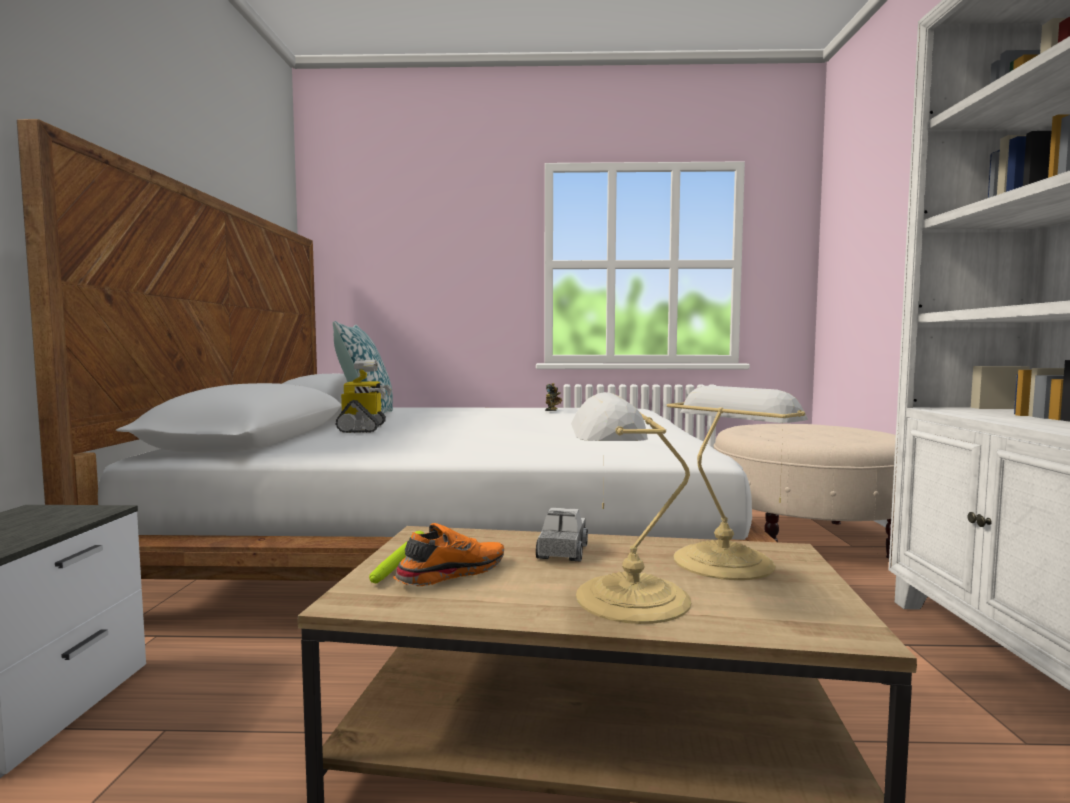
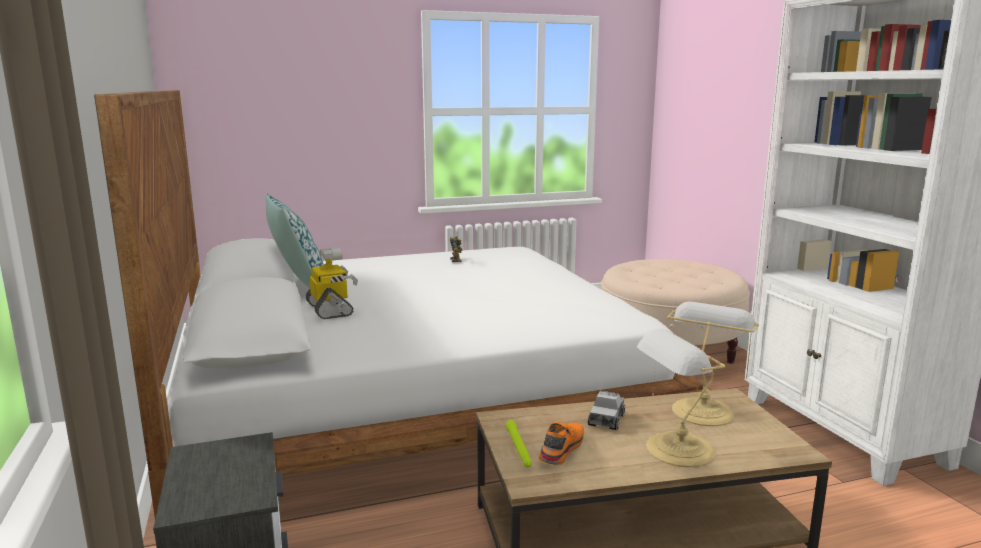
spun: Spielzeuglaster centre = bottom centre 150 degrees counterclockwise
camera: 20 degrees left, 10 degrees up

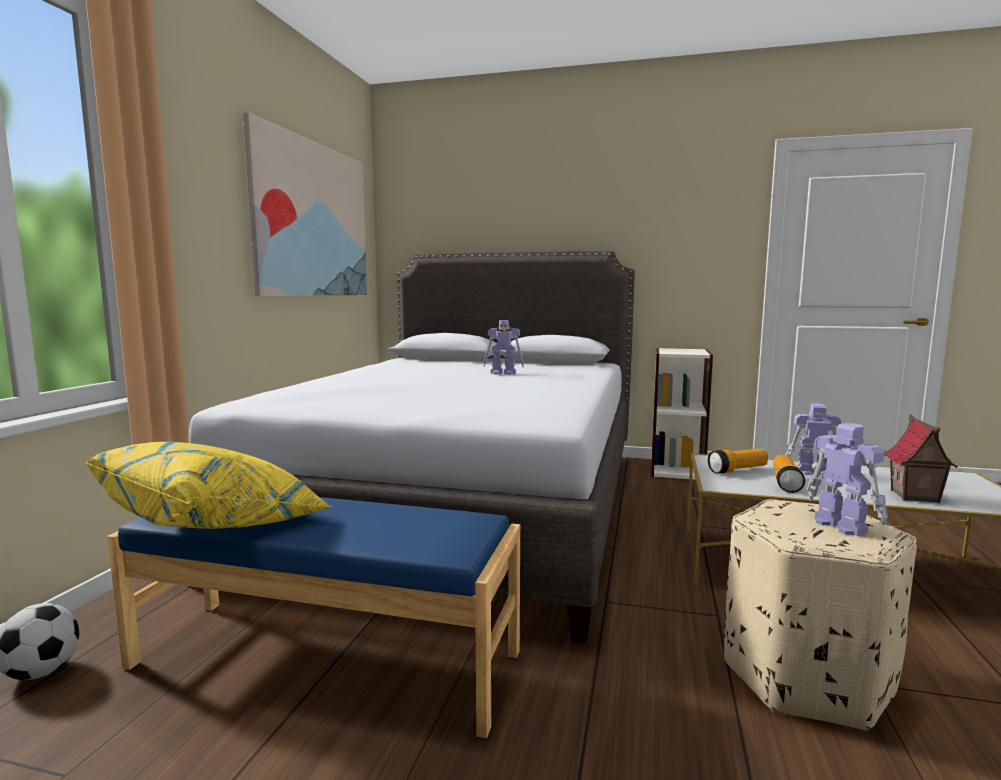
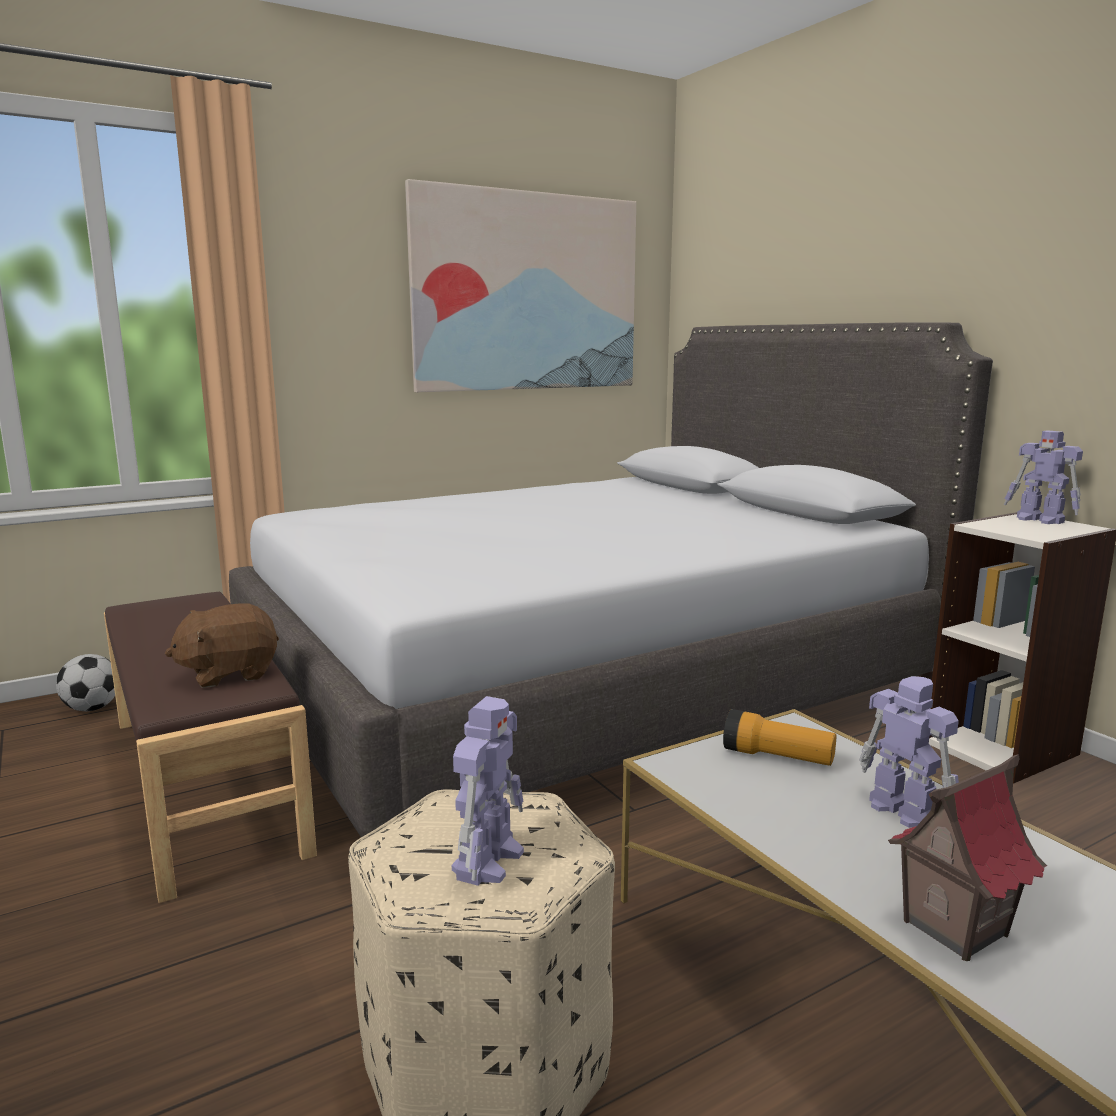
missing: Kissen [gelb] middle left; Taschenlampe (no. 2 from left) middle right
appeared: Plüschtier [braun] middle left
relocated: Spielzeugroboter (no. 1 from left in the first image) centre to Spielzeugroboter (no. 3 from left) middle right
colour: Bank [blau] bottom left to Bank [braun] bottom left
camera: 45 degrees right, 5 degrees up

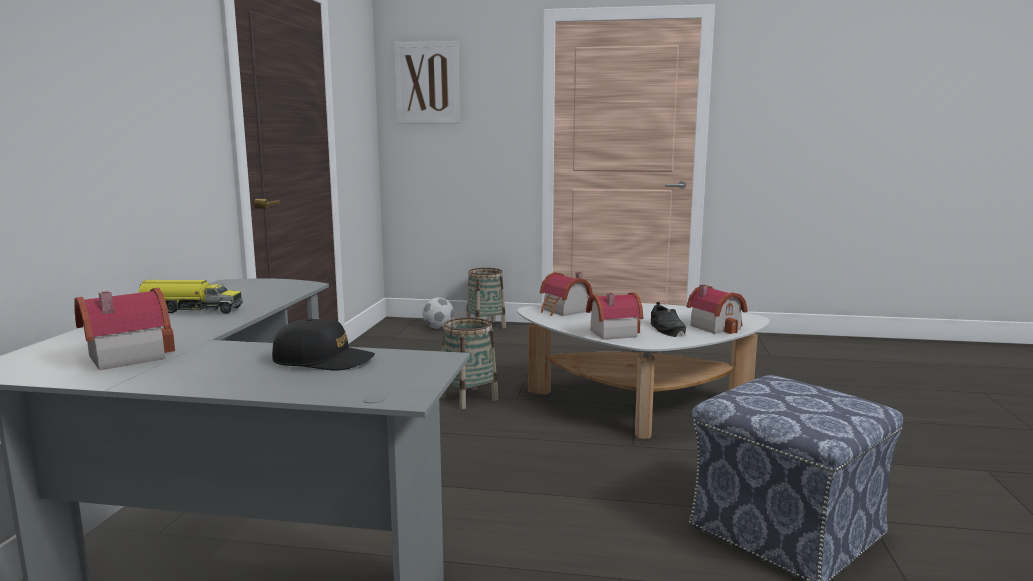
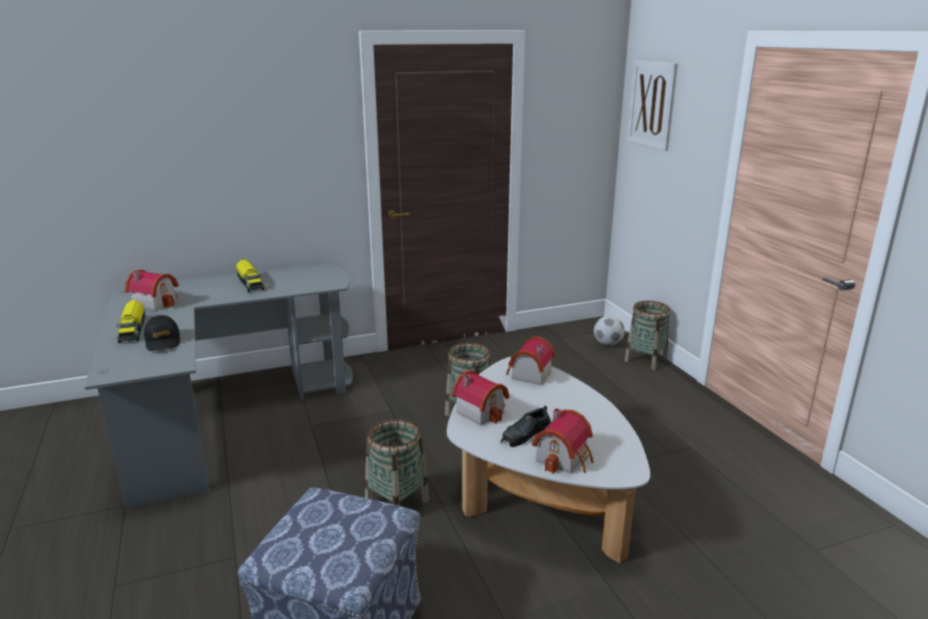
appeared: Spielzeuglaster (no. 1 from left) middle left; Korb (no. 1 from left) bottom centre
camera: 60 degrees right, 10 degrees up

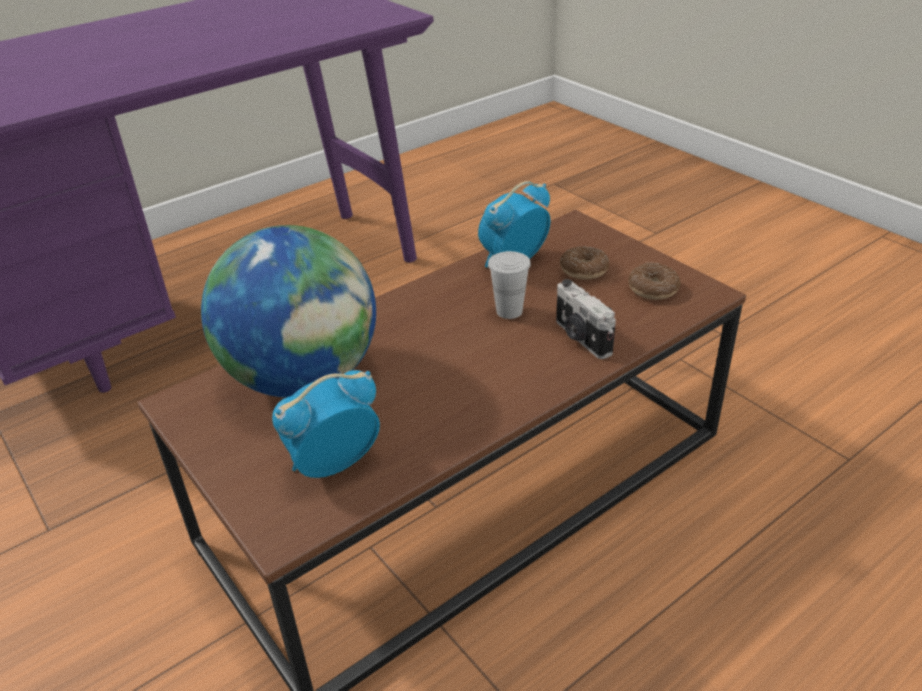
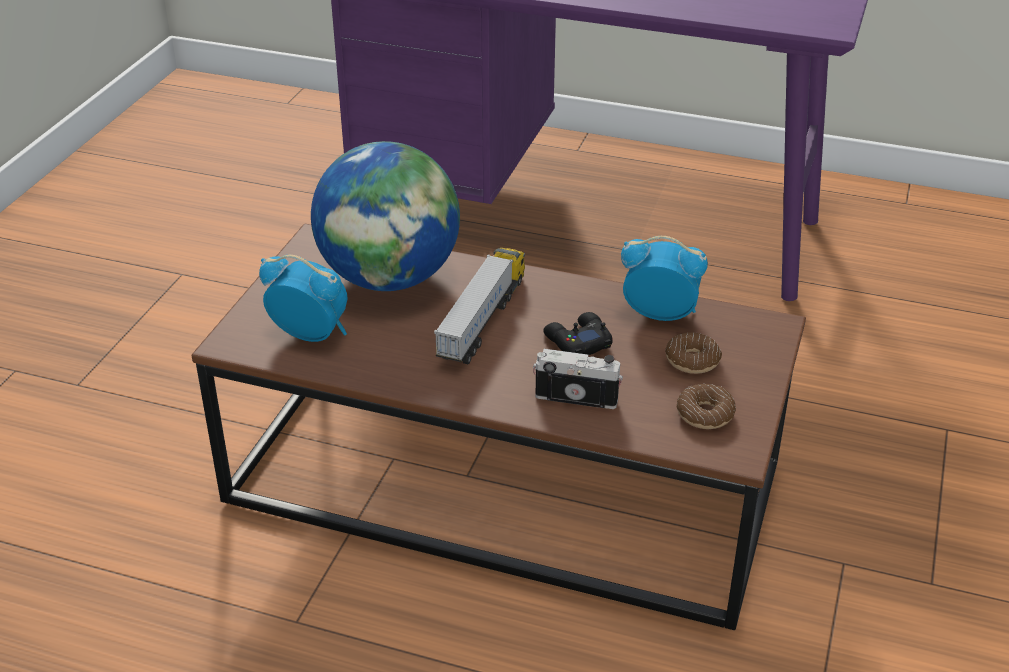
appeared: Spielzeuglaster centre
exchanged: Tasse [weiß] centre to Gamepad [schwarz] centre
spun: Kamera centre = centre 75 degrees clockwise
camera: 55 degrees right, 0 degrees up

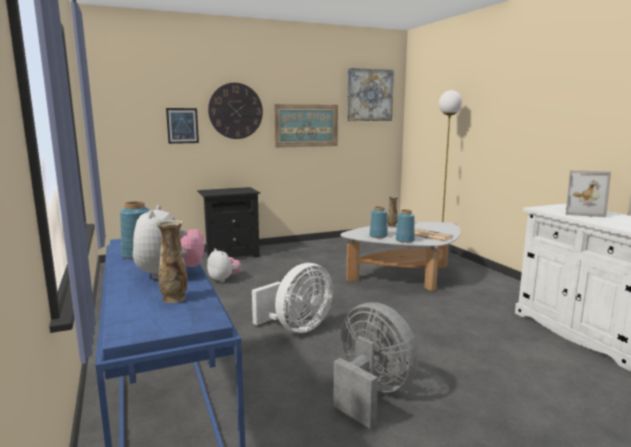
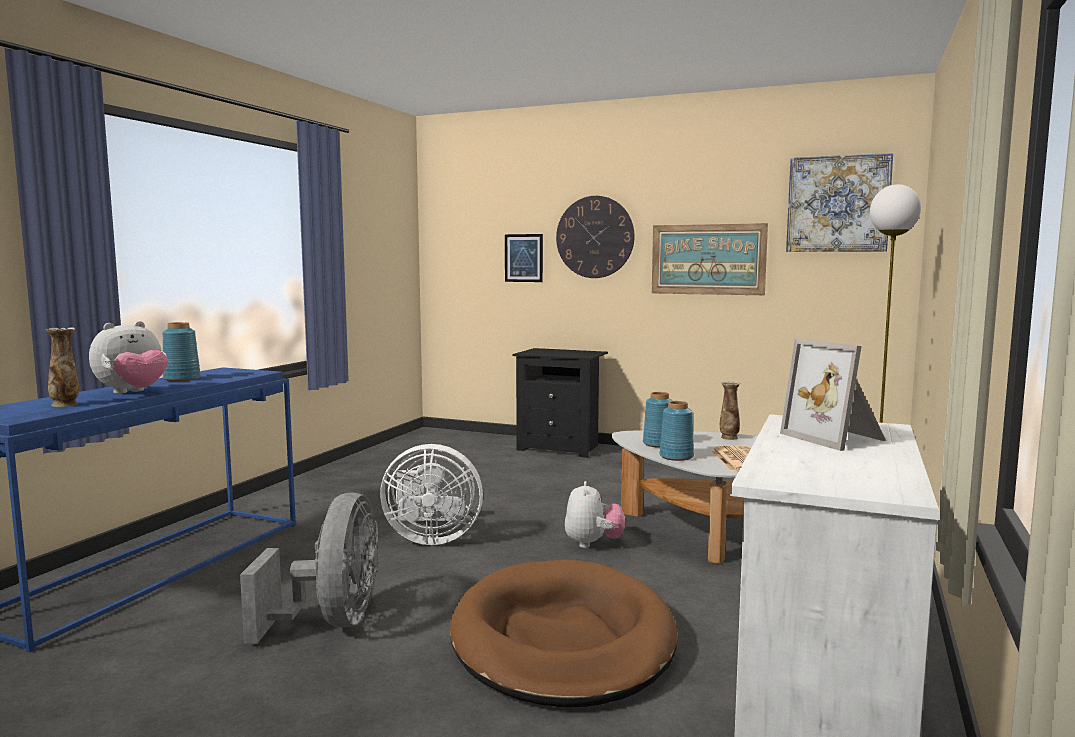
appeared: Hundebett [braun] bottom centre
relocated: Plüschtier (no. 2 from left) centre to bottom centre
camera: 45 degrees right, 5 degrees down

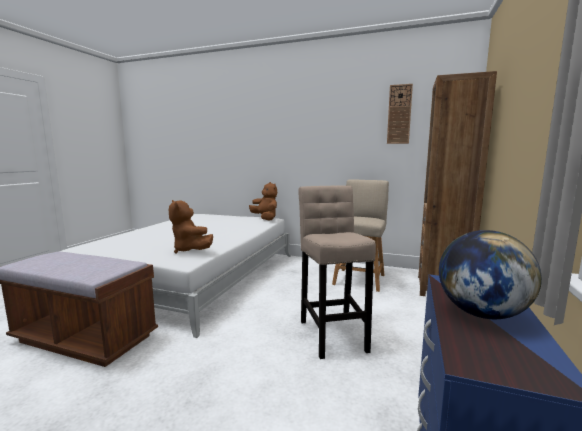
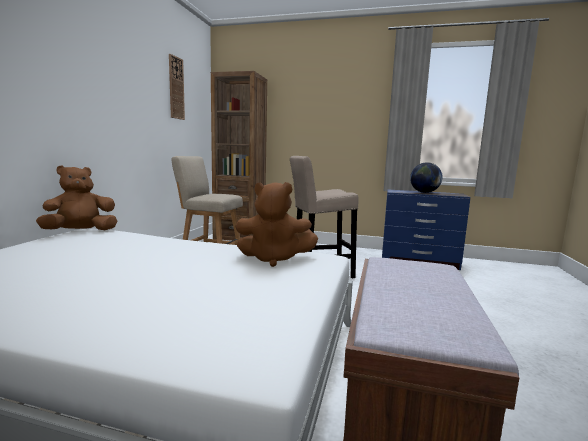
spun: Plüschtier [braun] (no. 1 from left in the first image) middle left = centre 45 degrees clockwise
camera: 95 degrees left, 0 degrees up

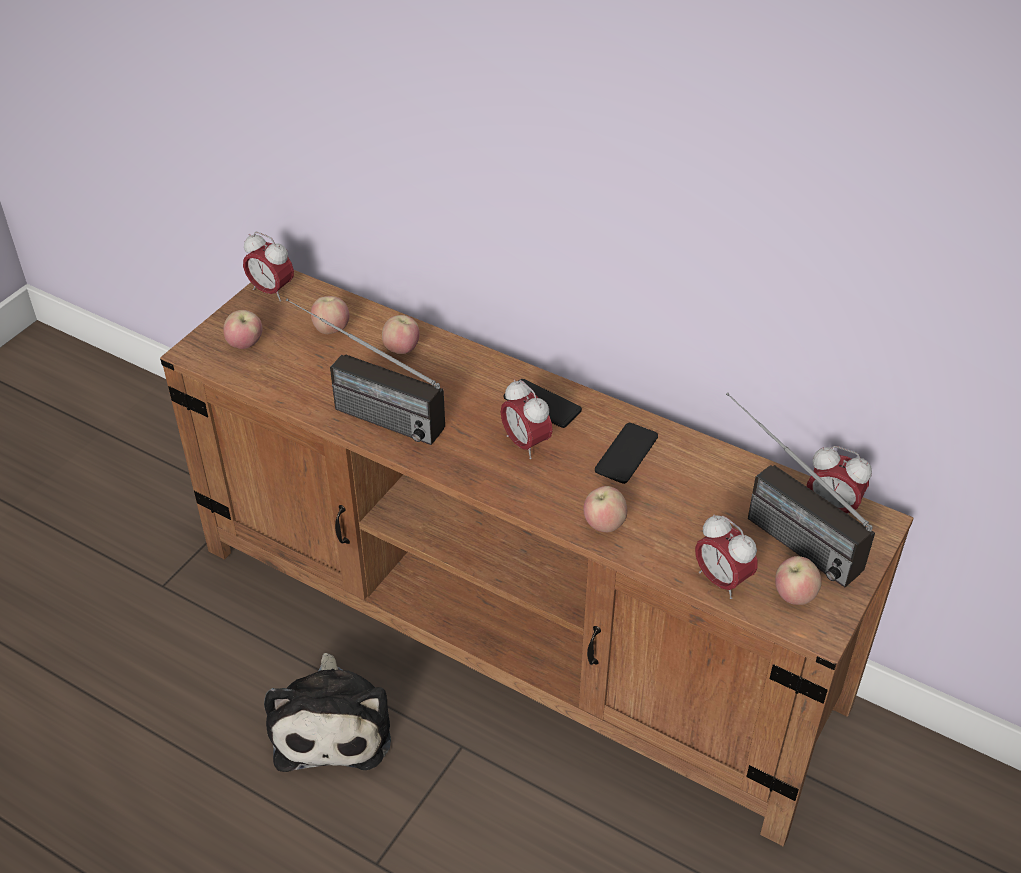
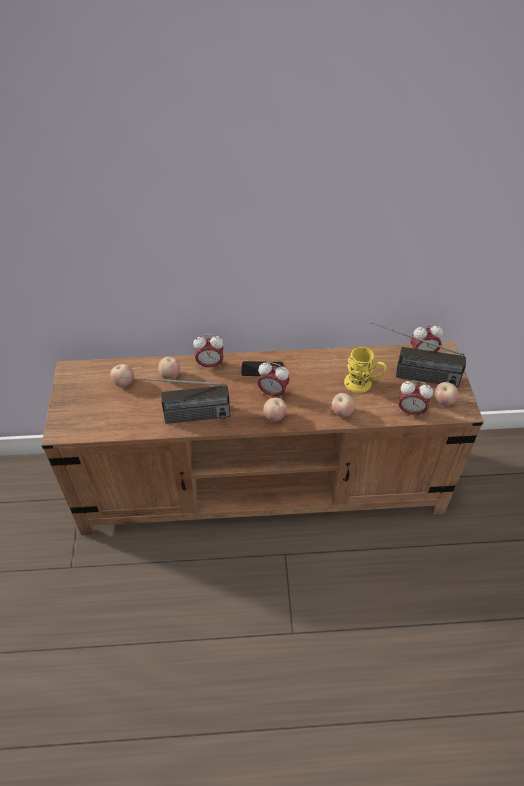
missing: Plüschtier bottom left; Handy (no. 2 from left) centre
appeared: Henkelbecher [gelb] middle right
relocated: Apfel (no. 1 from left in the first image) middle left to Apfel (no. 3 from left) centre; Wecker (no. 1 from left) top left to centre
camera: 35 degrees left, 5 degrees up

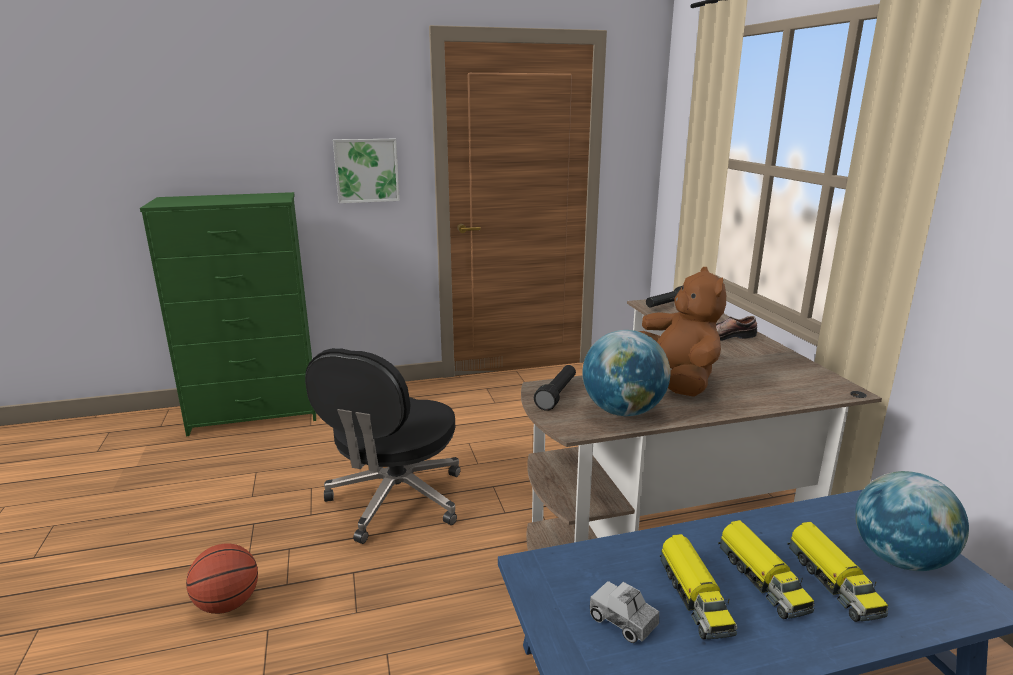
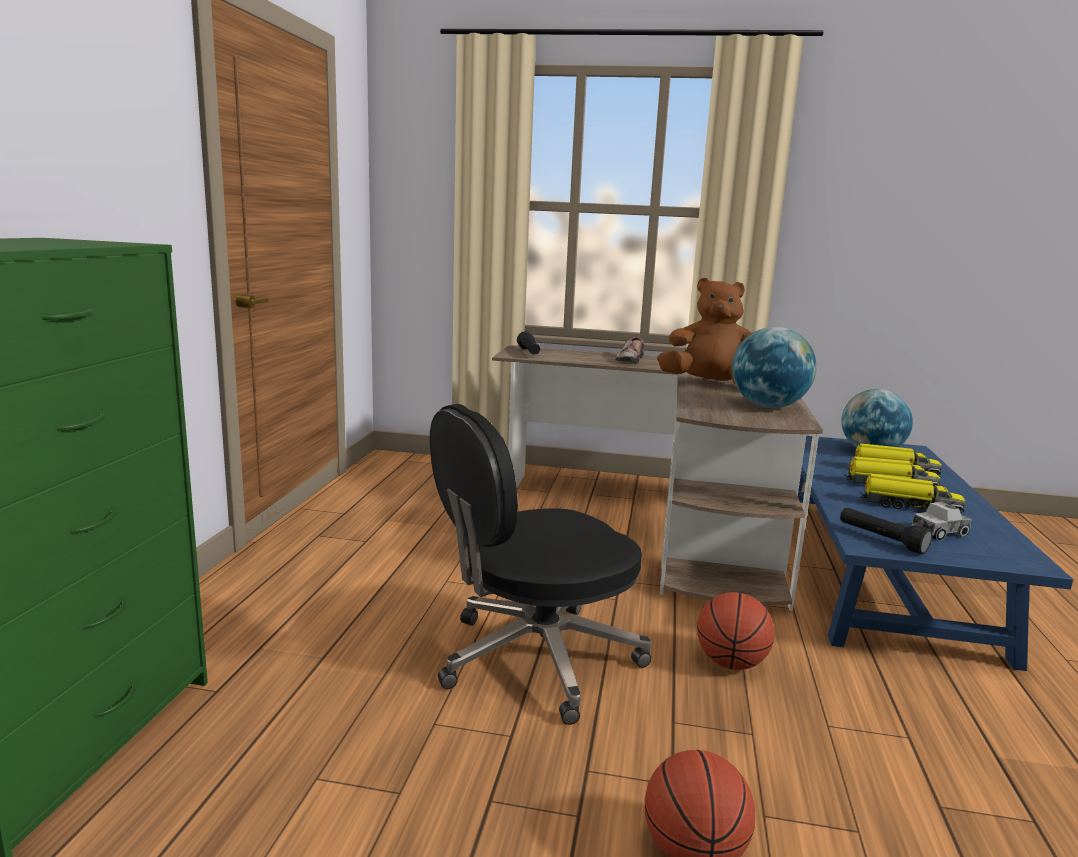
missing: Bild top centre
appeared: Basketball (no. 2 from left) bottom right
relocated: Taschenlampe [schwarz] (no. 1 from left in the first image) centre to Taschenlampe [schwarz] (no. 2 from left) middle right
spun: Bürostuhl [schwarz] centre = centre 105 degrees clockwise
camera: 65 degrees left, 5 degrees down

